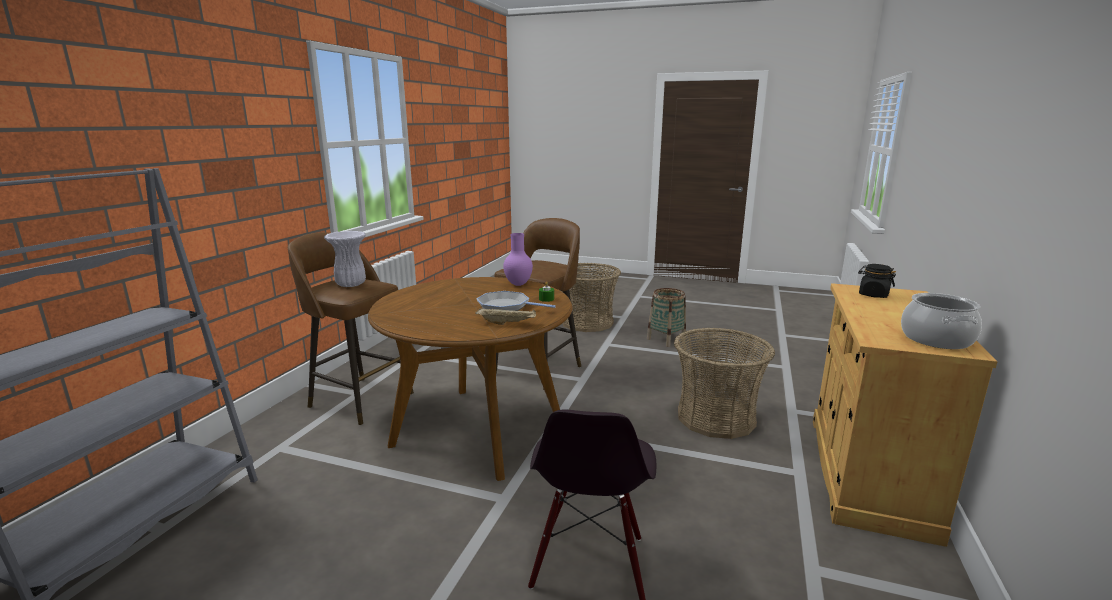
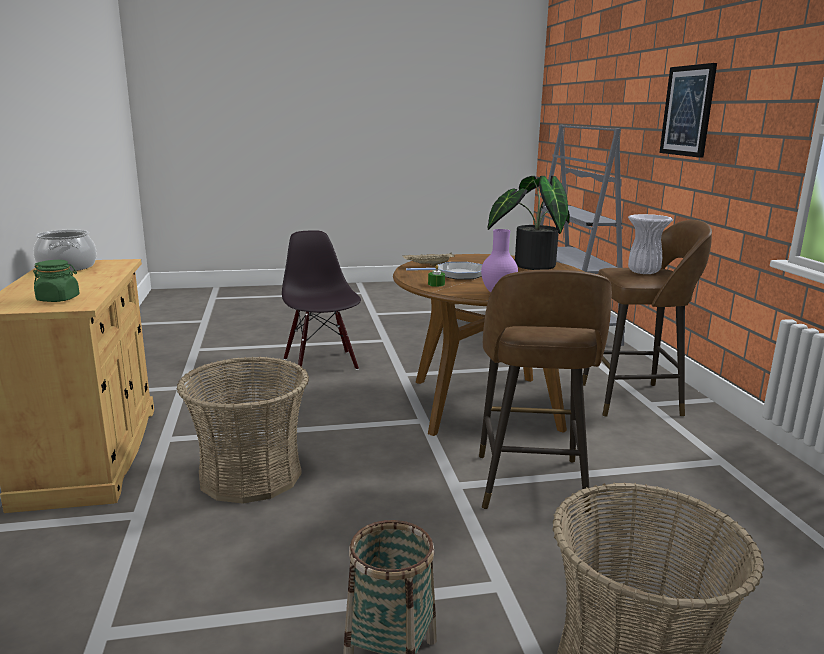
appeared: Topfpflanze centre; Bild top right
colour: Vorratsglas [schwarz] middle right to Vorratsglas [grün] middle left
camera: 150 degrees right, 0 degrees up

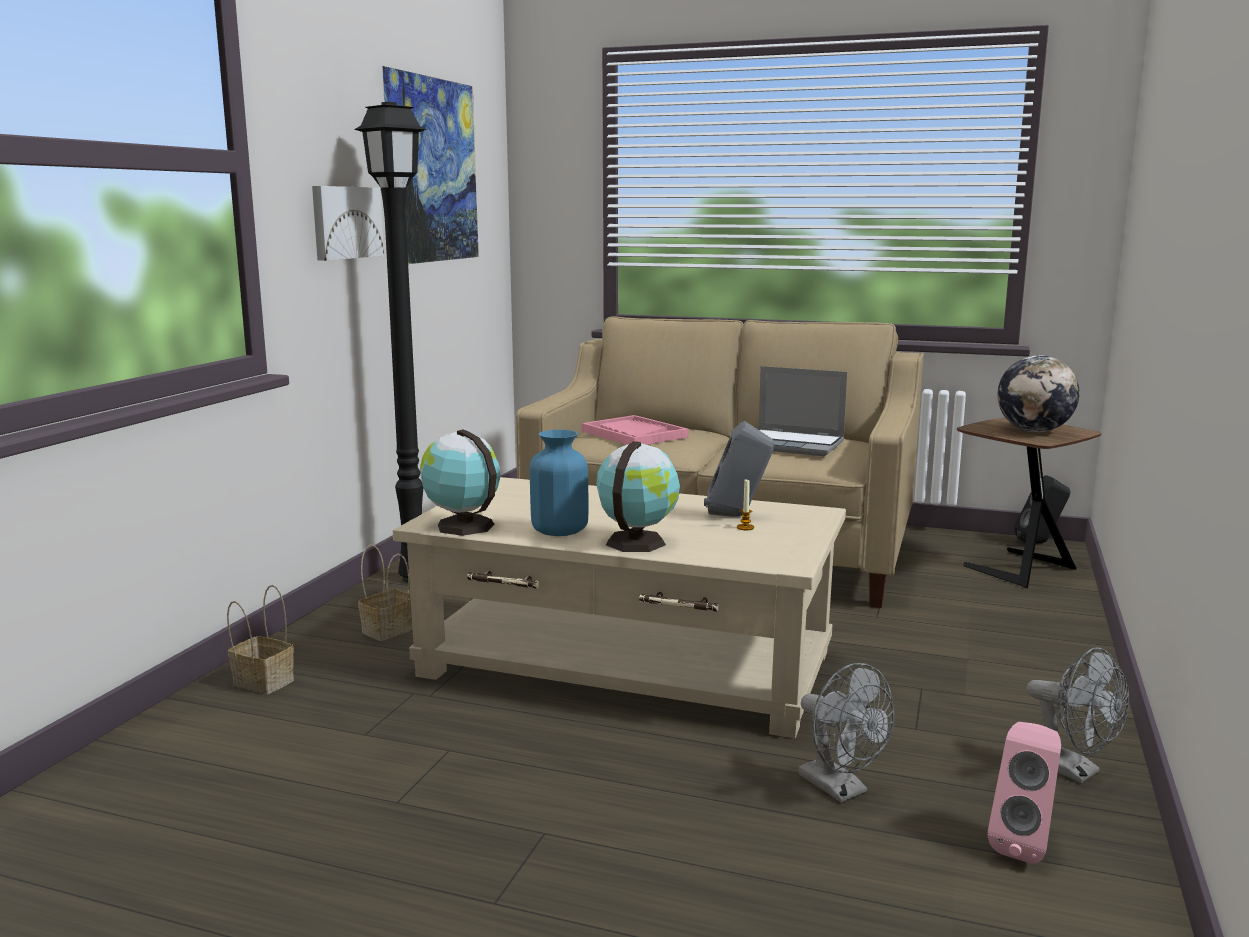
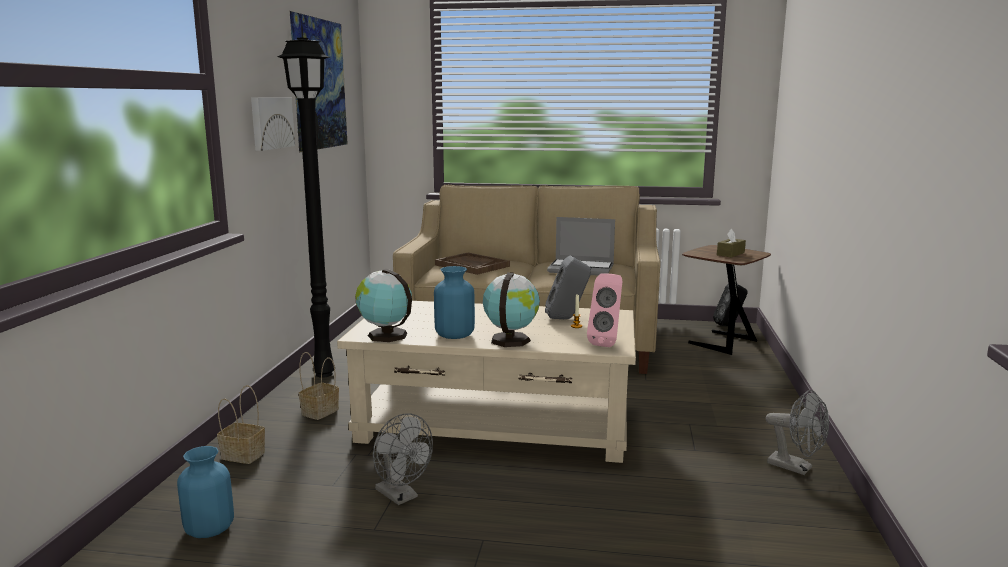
appeared: Vase [blau] (no. 1 from left) bottom left
relocated: Ventilator [grau] (no. 1 from left) bottom right to bottom centre; Lautsprecher [rosa] bottom right to centre
exchanged: Globus (no. 3 from left) middle right to Taschentuchbox [braun] middle right
colour: Tablett [rosa] centre to Tablett [braun] centre
camera: 10 degrees left, 0 degrees up

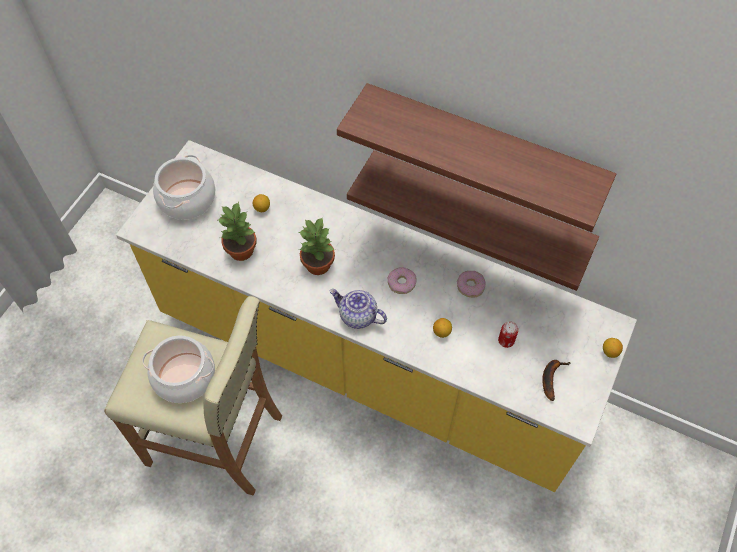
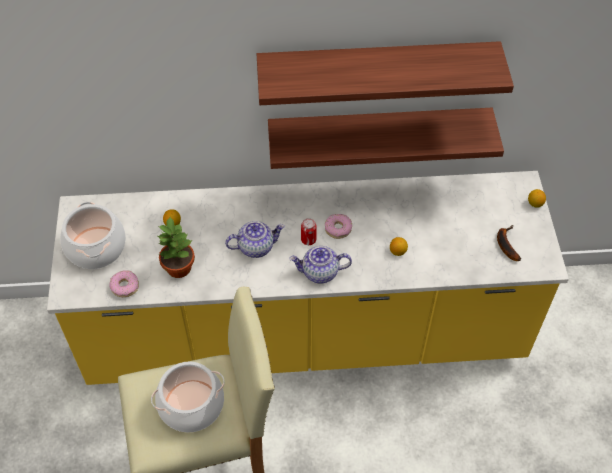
relocated: Donut (no. 2 from left in the first image) centre to Donut (no. 1 from left) middle left; Dose middle right to centre
exchanged: Topfpflanze (no. 2 from left) centre to Teekanne (no. 1 from left) centre
camera: 30 degrees left, 5 degrees down

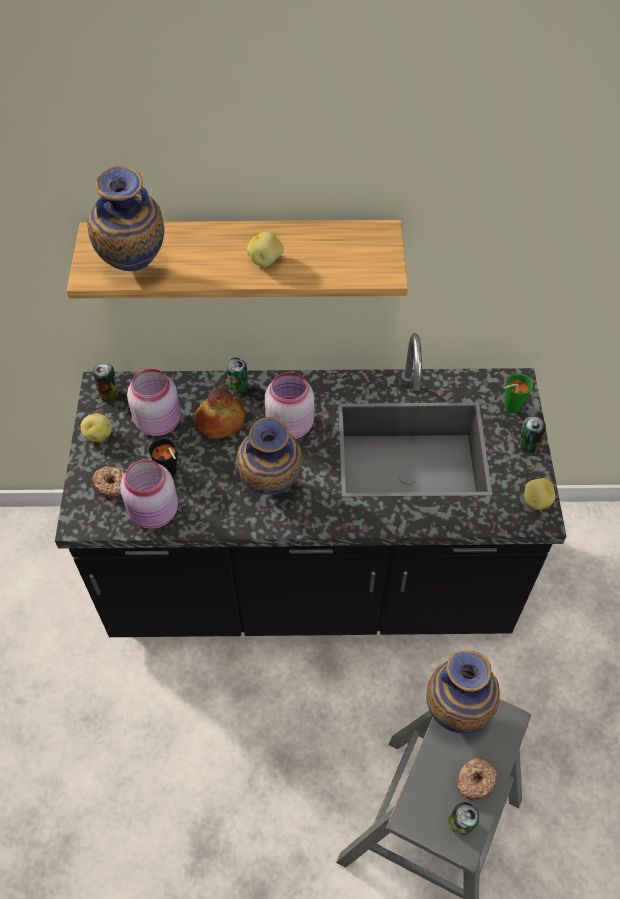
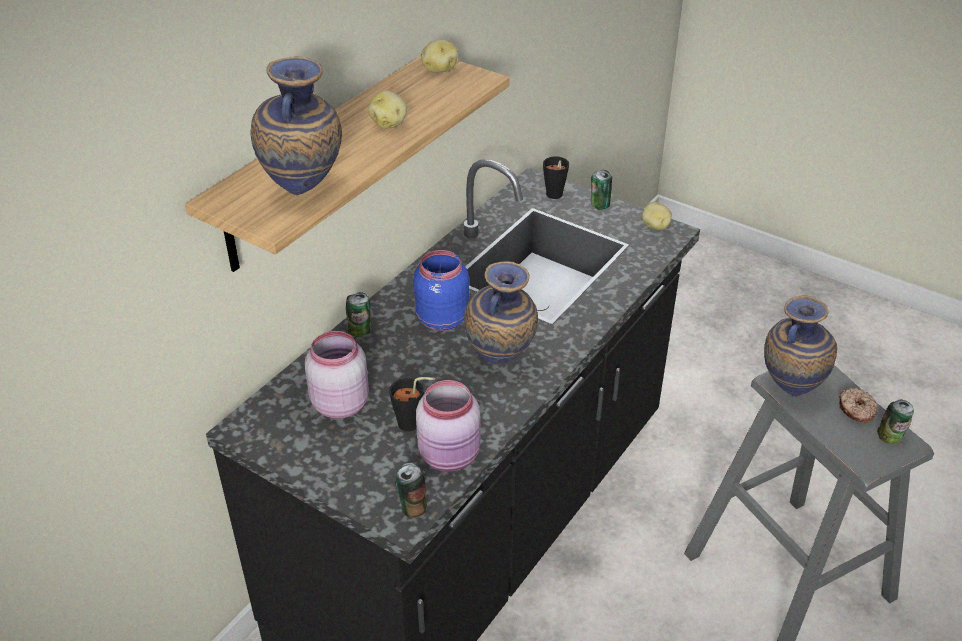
missing: Donut (no. 1 from left) middle left; Brot centre
relocated: Kartoffel (no. 1 from left in the first image) middle left to Kartoffel (no. 2 from left) top centre; Dose (no. 1 from left in the first image) middle left to Dose (no. 2 from left) bottom centre
colour: Vorratsglas [rosa] (no. 3 from left) centre to Vorratsglas [blau] centre; Tasse [grün] middle right to Tasse [schwarz] (no. 2 from left) top centre
camera: 55 degrees left, 15 degrees down

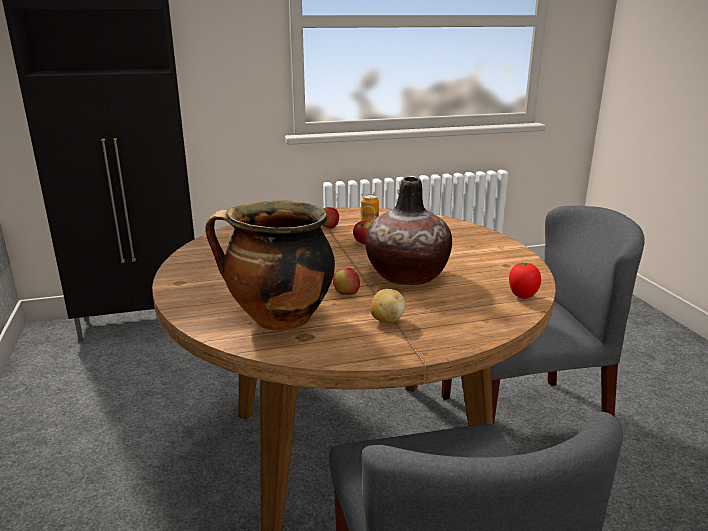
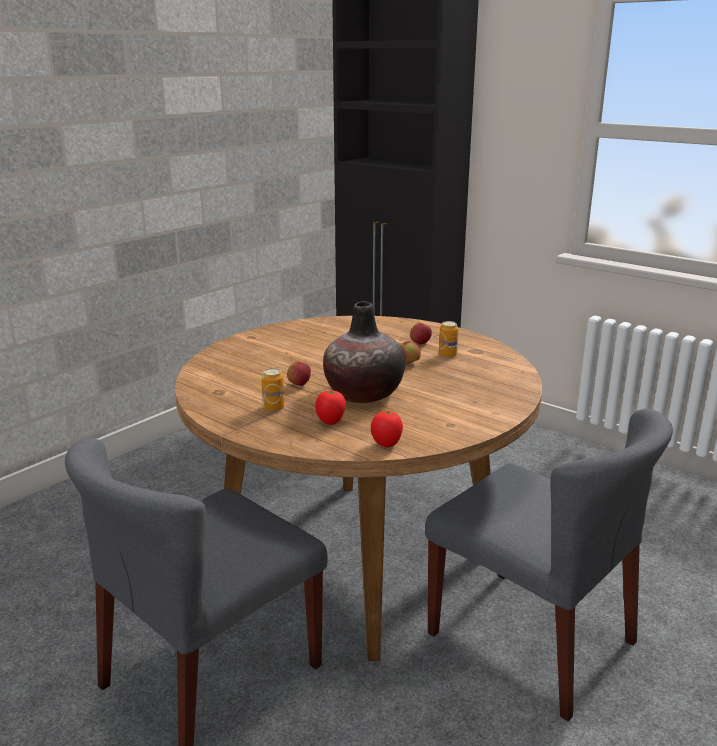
missing: Kochtopf centre
appeared: Tomate (no. 1 from left) centre
exchanged: Kartoffel centre to Dose (no. 1 from left) centre
camera: 55 degrees right, 0 degrees up

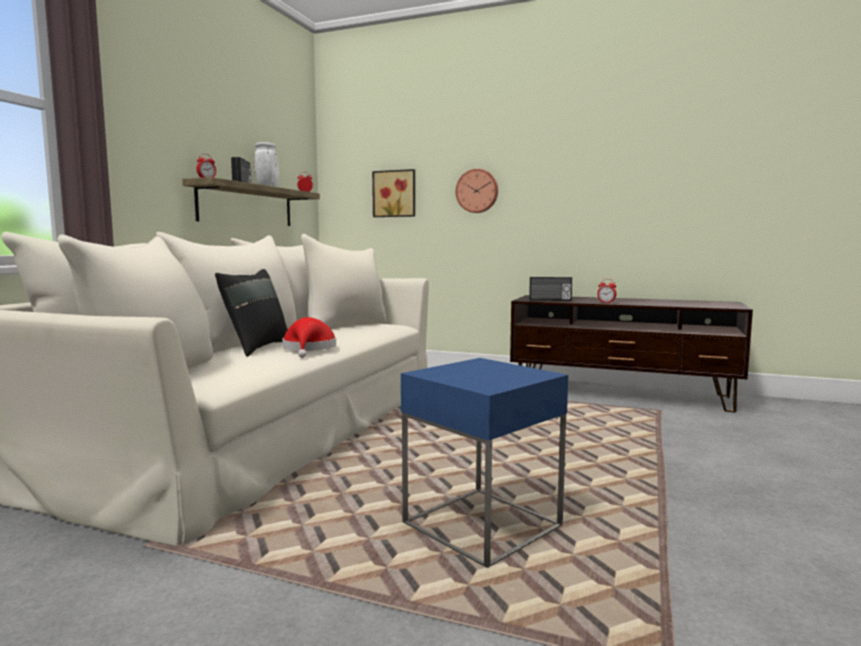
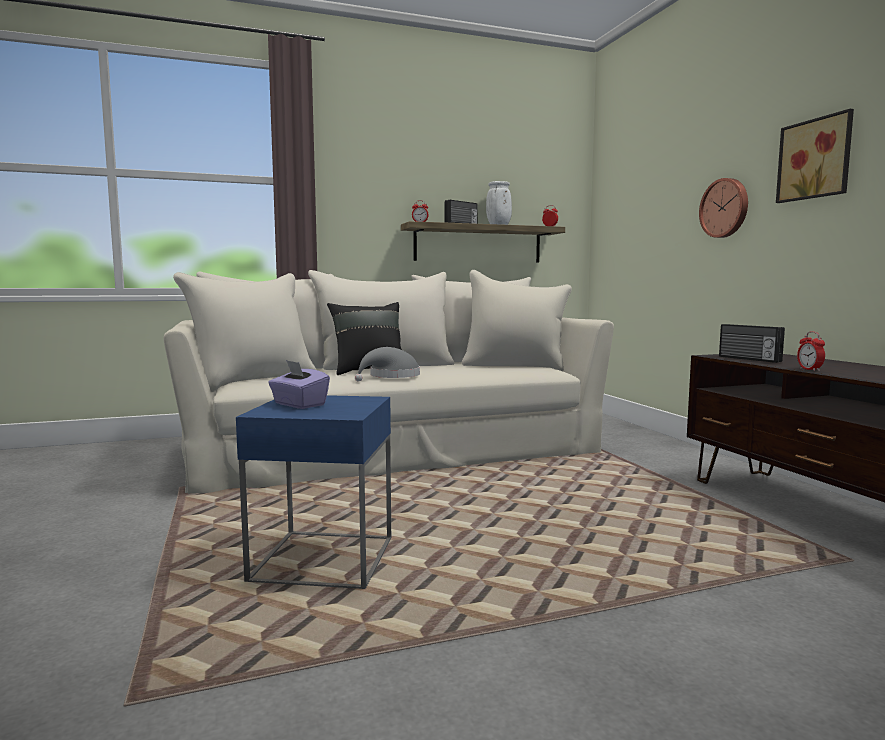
appeared: Taschentuchbox [lila] centre
relocated: Bild top centre to top right
colour: Hut [rot] centre to Hut [grau] centre
camera: 50 degrees right, 0 degrees up

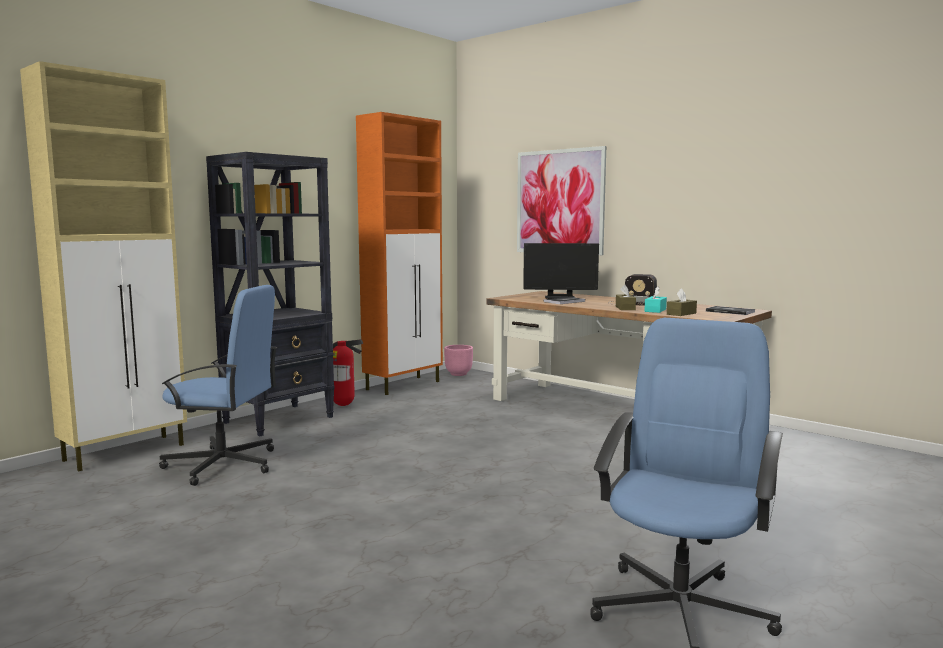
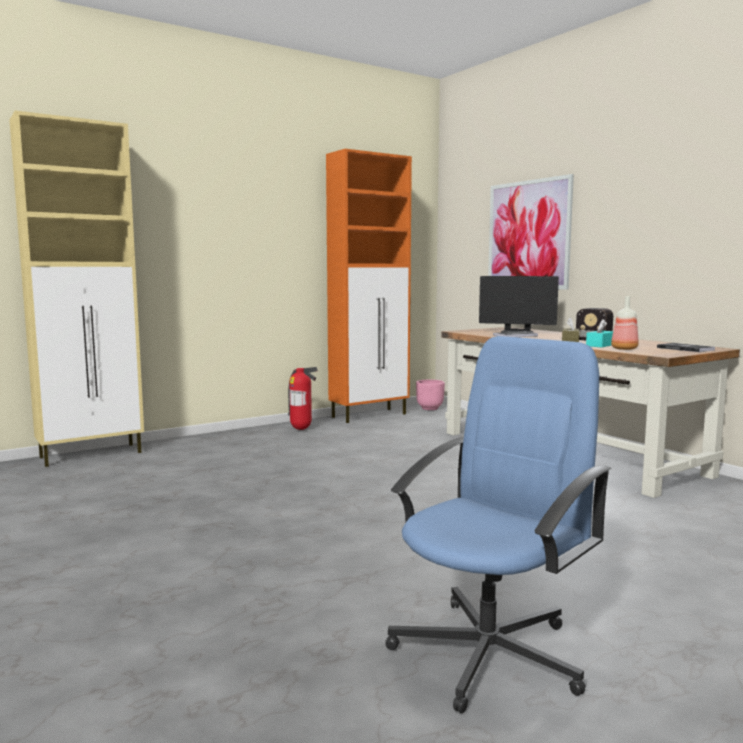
missing: Bürostuhl [blau] (no. 1 from left) middle left; Bücherregal [schwarz] middle left
exchanged: Taschentuchbox [braun] (no. 2 from left) middle right to Flasche middle right
camera: 15 degrees right, 0 degrees up

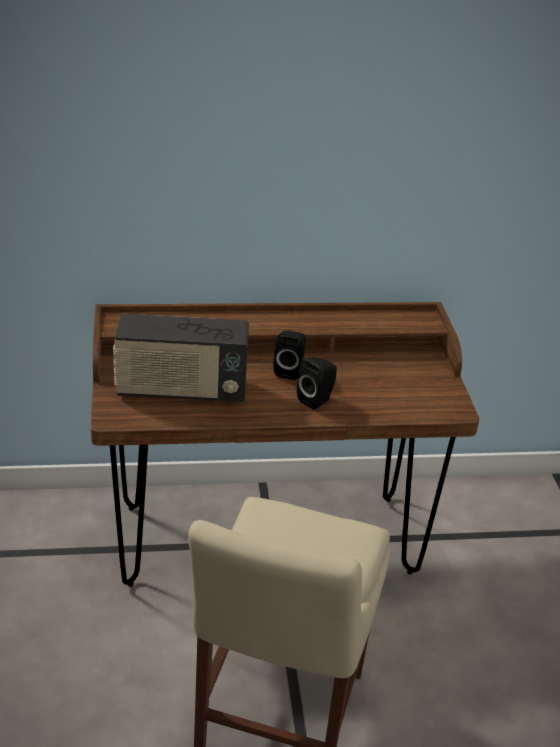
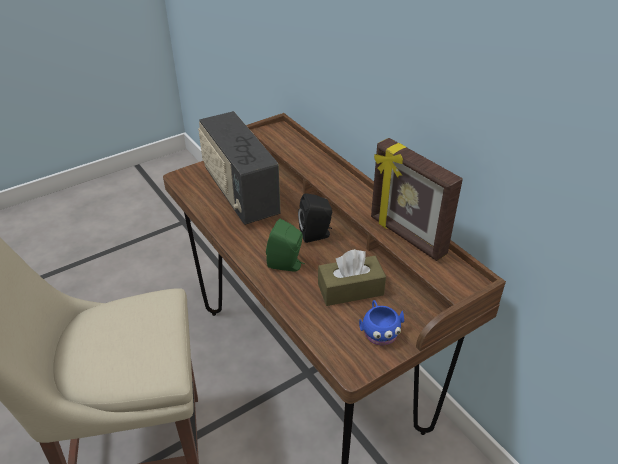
appeared: Taschentuchbox [braun] centre; Henkelbecher [blau] bottom centre; Bilderrahmen middle right
colour: Lautsprecher [schwarz] (no. 2 from left) centre to Lautsprecher [grün] centre
camera: 65 degrees right, 5 degrees up

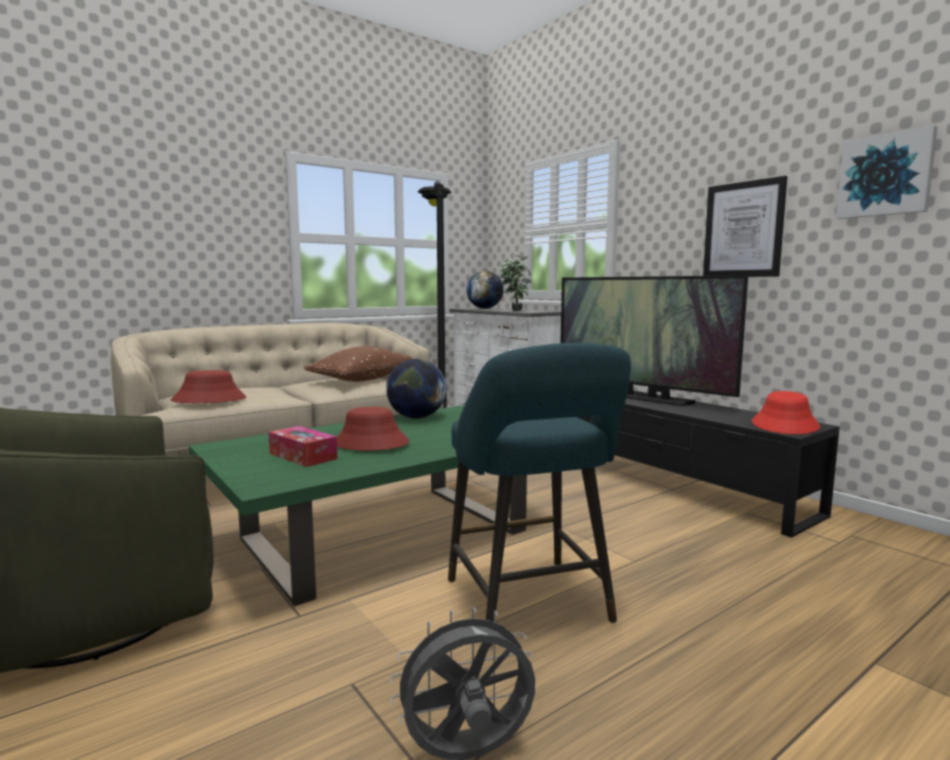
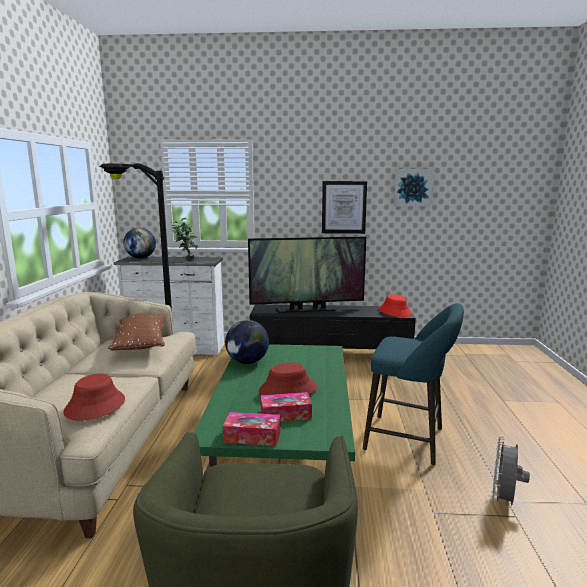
appeared: Taschentuchbox (no. 1 from left) bottom centre
camera: 50 degrees left, 5 degrees up

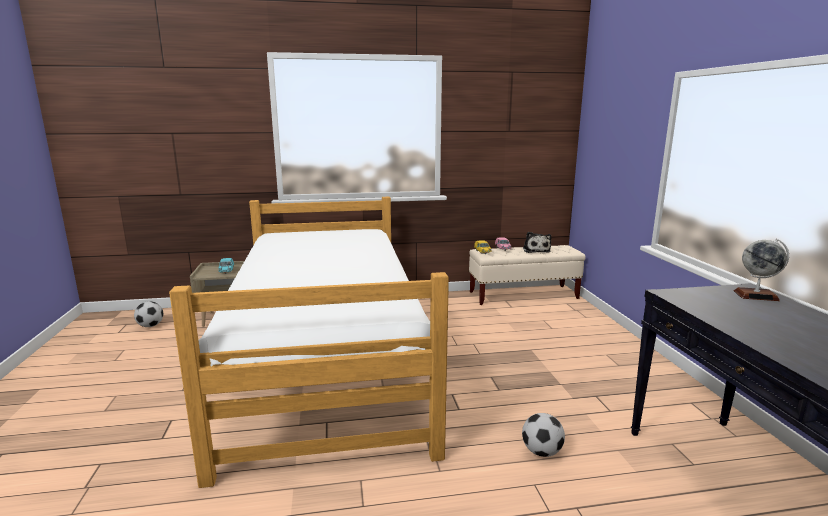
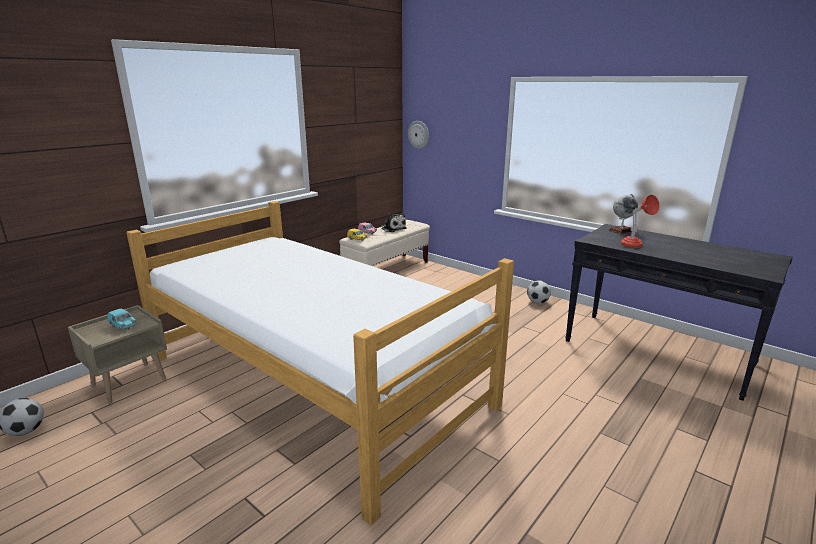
appeared: Wanduhr top centre; Tischlampe [rot] middle right
relocated: Fußball (no. 2 from left) bottom centre to centre
camera: 40 degrees left, 5 degrees up

